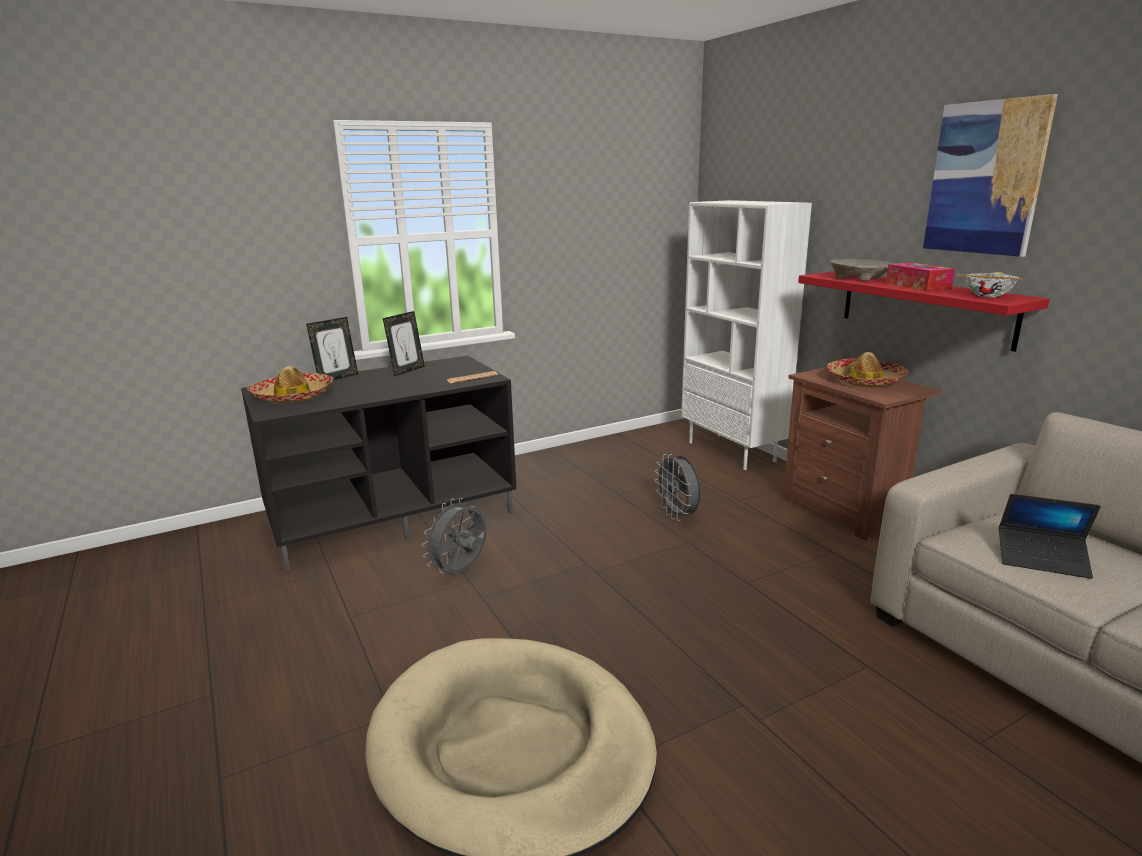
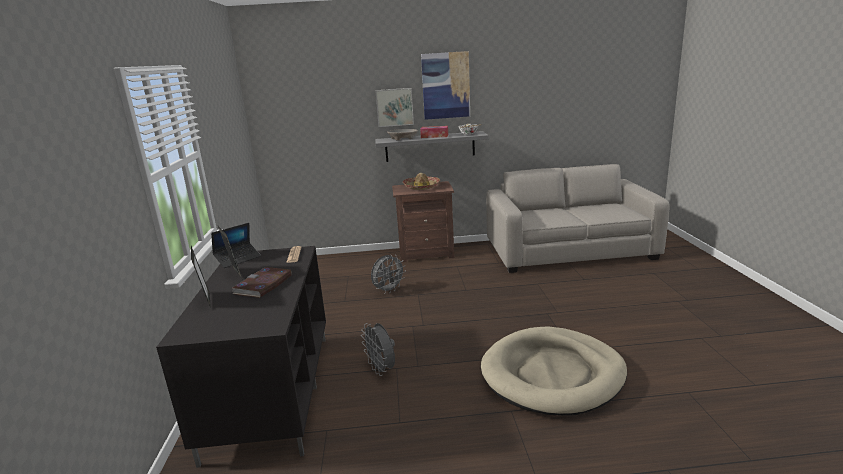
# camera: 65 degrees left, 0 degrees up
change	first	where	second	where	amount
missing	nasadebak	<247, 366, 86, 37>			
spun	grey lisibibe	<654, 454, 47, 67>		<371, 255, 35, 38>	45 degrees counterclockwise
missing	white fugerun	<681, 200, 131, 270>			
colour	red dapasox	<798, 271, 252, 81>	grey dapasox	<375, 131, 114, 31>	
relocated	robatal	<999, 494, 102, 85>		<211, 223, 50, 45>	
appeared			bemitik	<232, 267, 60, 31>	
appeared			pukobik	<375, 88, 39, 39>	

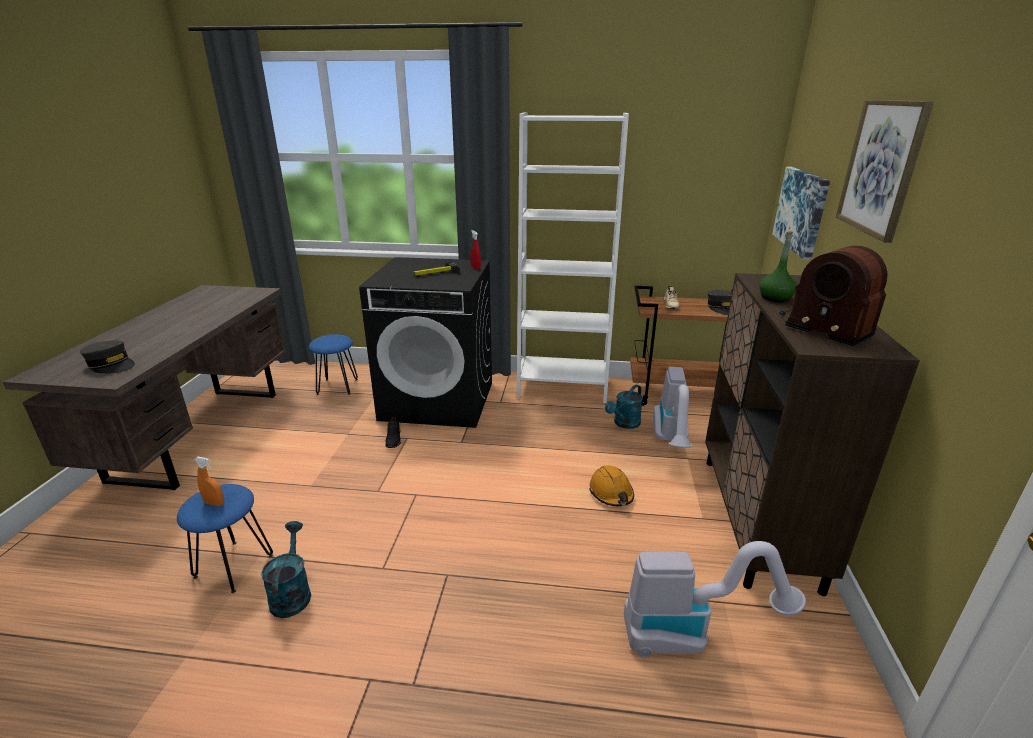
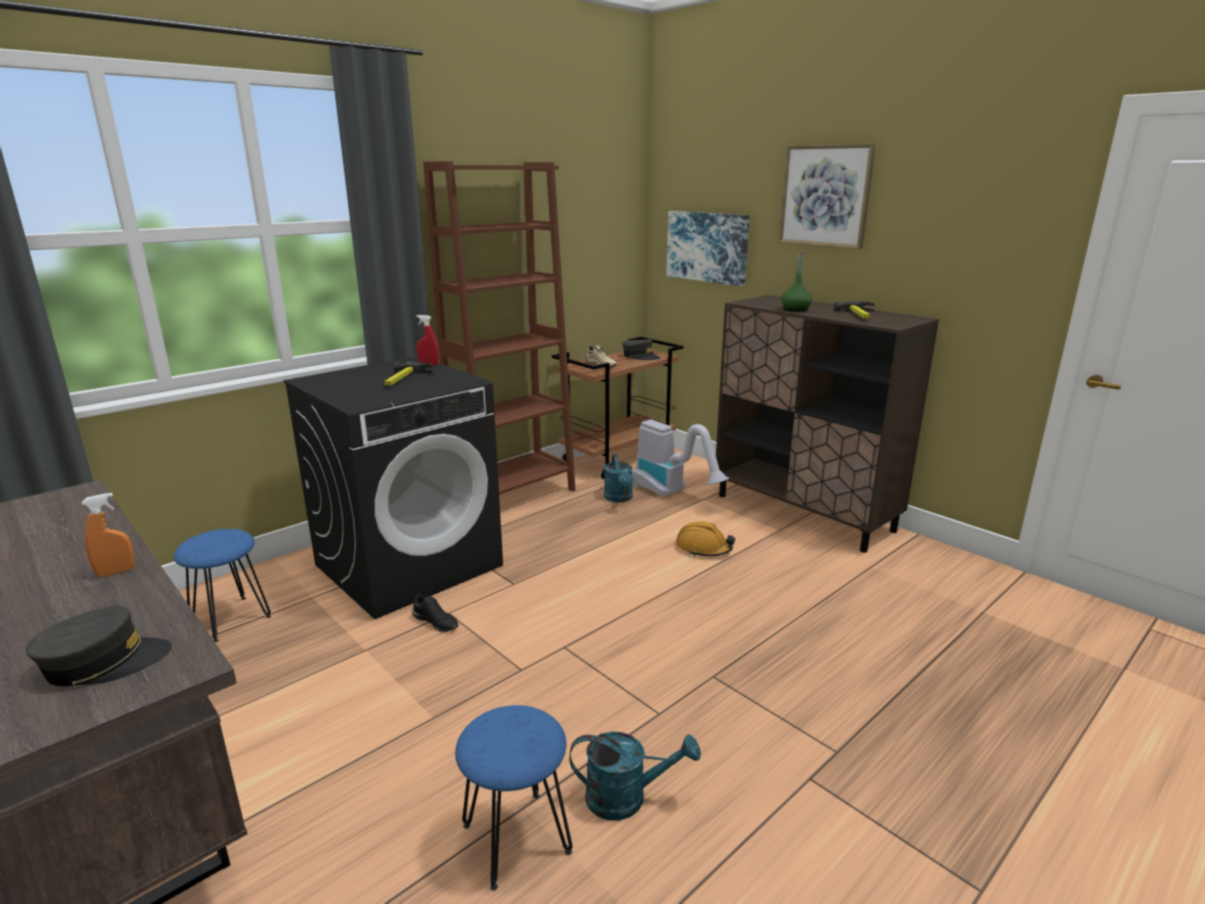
# camera: 50 degrees left, 5 degrees down
change	first	where	second	where	amount
relocated	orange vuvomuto	<194, 457, 30, 49>		<82, 493, 53, 84>	
spun	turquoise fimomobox	<261, 521, 50, 97>		<569, 731, 132, 90>	150 degrees clockwise
colour	white fugerun	<517, 112, 112, 291>	brown fugerun	<423, 161, 153, 334>	
missing	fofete	<624, 541, 182, 117>			
exchanged	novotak	<779, 246, 108, 100>	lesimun	<834, 301, 41, 18>	

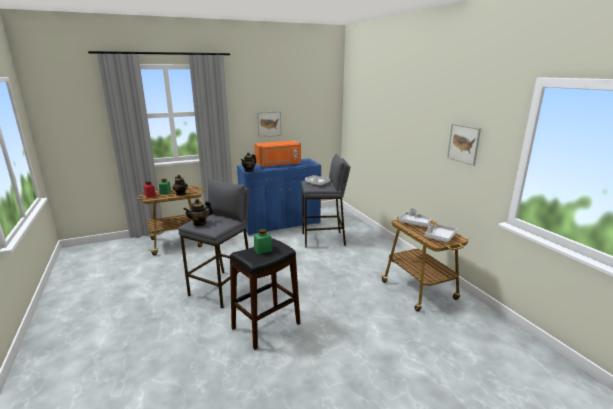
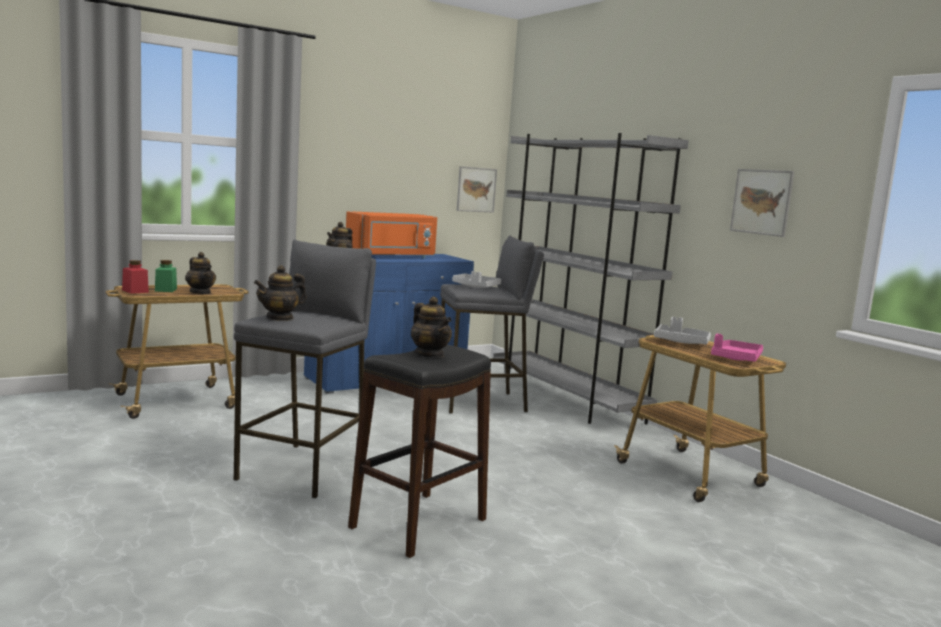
# camera: 10 degrees left, 10 degrees down
change	first	where	second	where	amount
exchanged	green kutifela	<254, 229, 19, 25>	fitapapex	<411, 296, 41, 62>	
relocated	pukobik	<257, 111, 24, 26>		<457, 166, 40, 47>	
colour	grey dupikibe	<425, 224, 32, 18>	pink dupikibe	<711, 334, 52, 28>	
appeared			grey fugerun	<493, 133, 196, 292>	

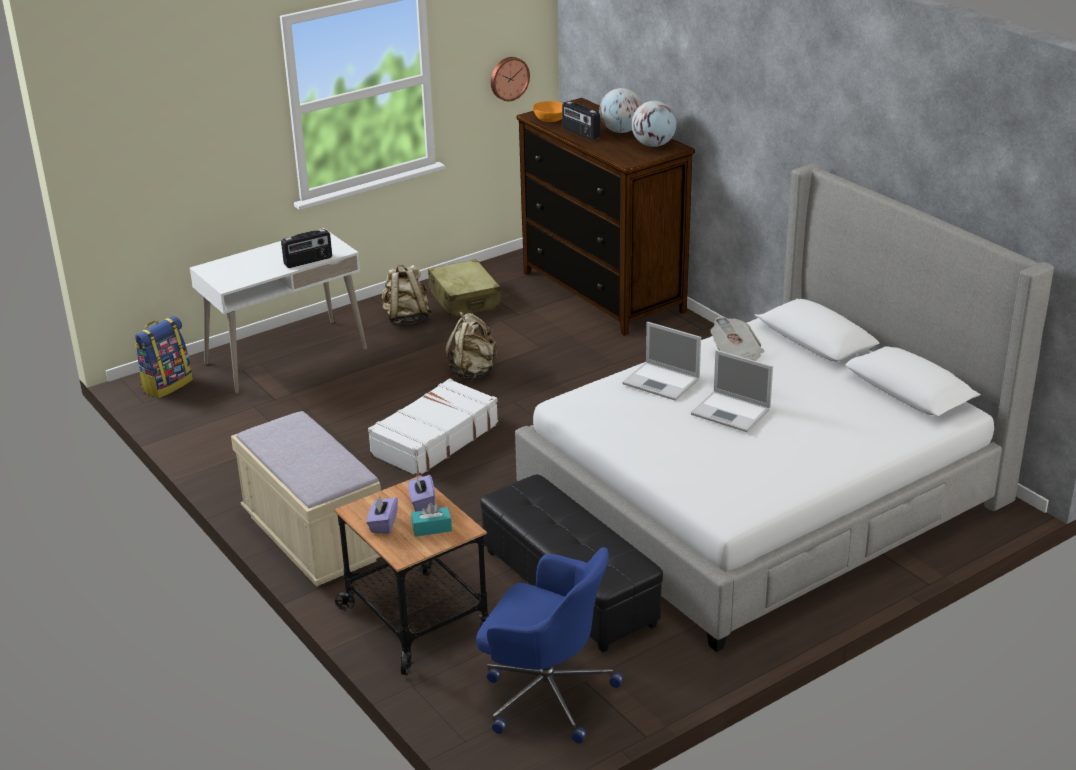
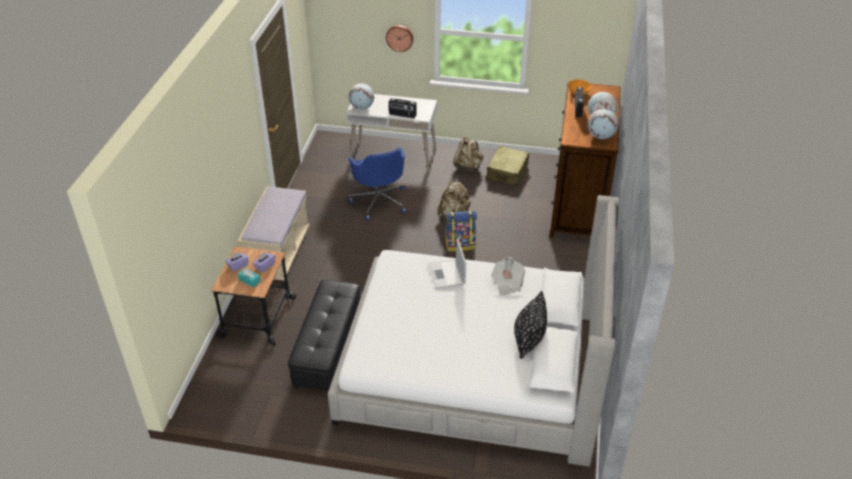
# camera: 45 degrees right, 10 degrees up
change	first	where	second	where	amount
relocated	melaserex	<135, 316, 58, 82>		<445, 209, 32, 43>	
missing	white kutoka	<368, 378, 131, 98>			
relocated	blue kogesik	<476, 547, 148, 196>		<348, 148, 59, 73>	
relocated	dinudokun	<491, 57, 39, 44>		<386, 25, 27, 27>	
missing	robatal	<691, 350, 82, 82>			
appeared			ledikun	<348, 83, 26, 27>	
appeared			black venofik	<514, 291, 33, 68>	

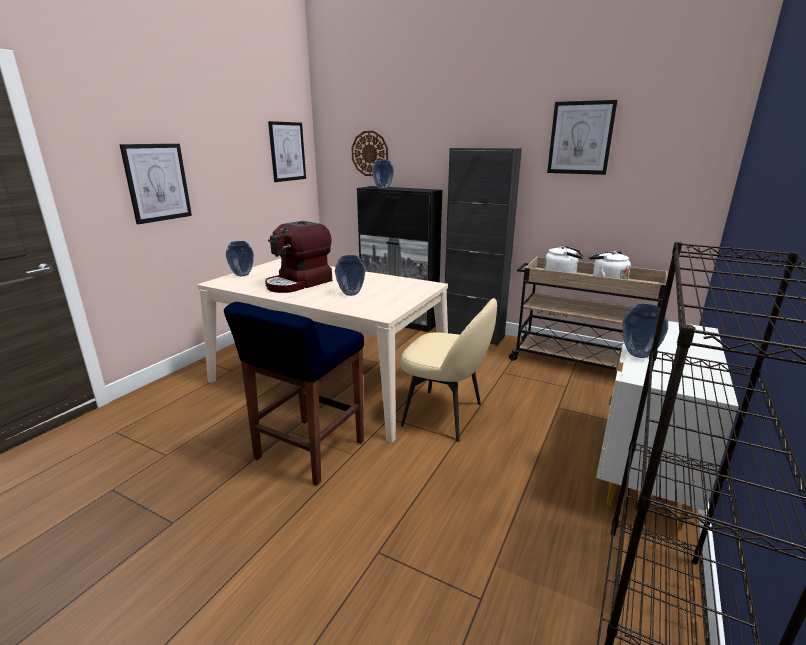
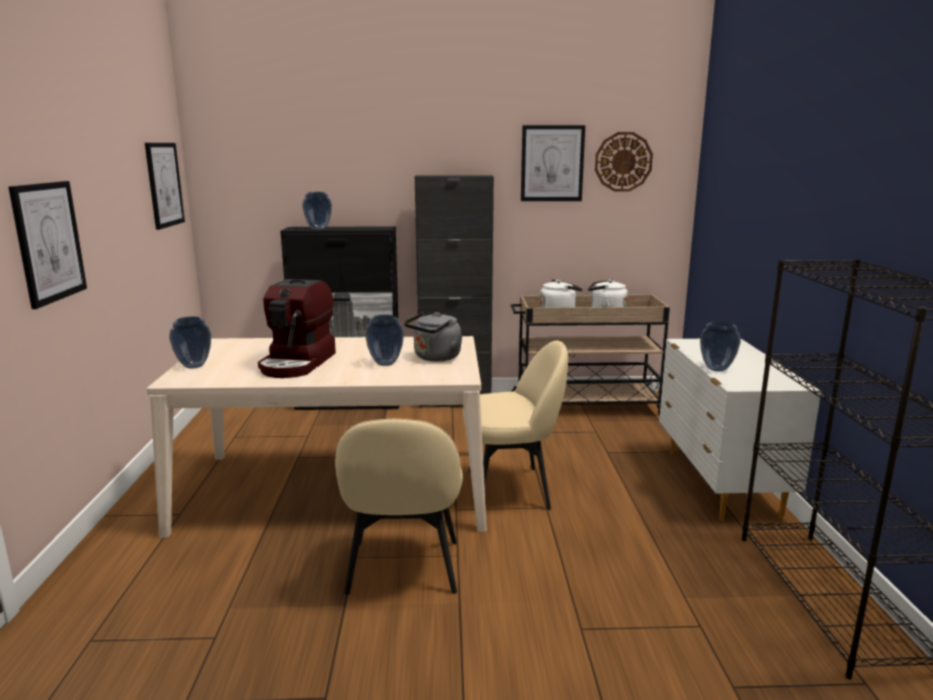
# camera: 30 degrees left, 5 degrees down
change	first	where	second	where	amount
exchanged	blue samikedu	<224, 302, 140, 184>	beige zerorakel	<335, 419, 128, 176>	
relocated	dinudokun	<351, 131, 37, 45>		<595, 132, 58, 60>	
appeared			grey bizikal	<404, 312, 59, 50>	

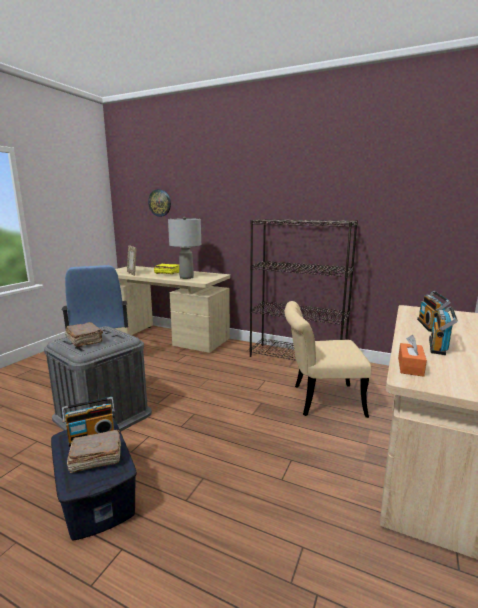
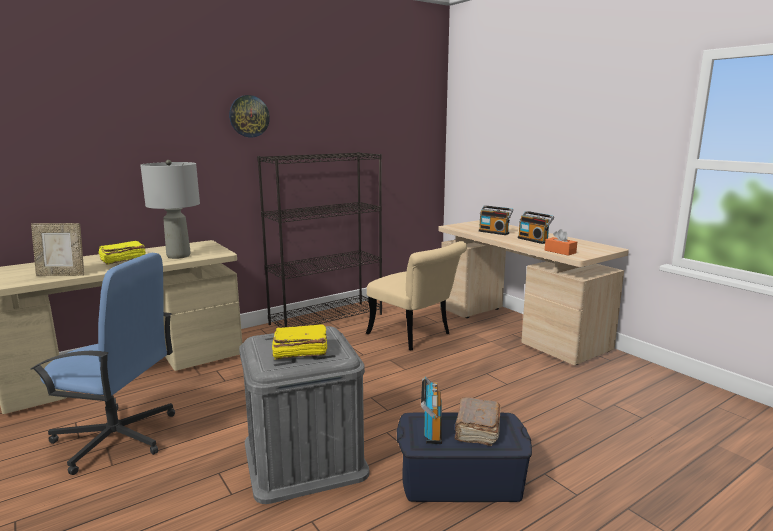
# camera: 60 degrees left, 0 degrees up
change	first	where	second	where	amount
colour	brown bemitik	<65, 322, 38, 25>	yellow bemitik	<272, 324, 55, 36>	
relocated	dinudokun	<148, 189, 23, 28>		<229, 95, 41, 42>	
spun	beige zerorakel	<284, 301, 87, 117>		<366, 241, 101, 109>	75 degrees counterclockwise

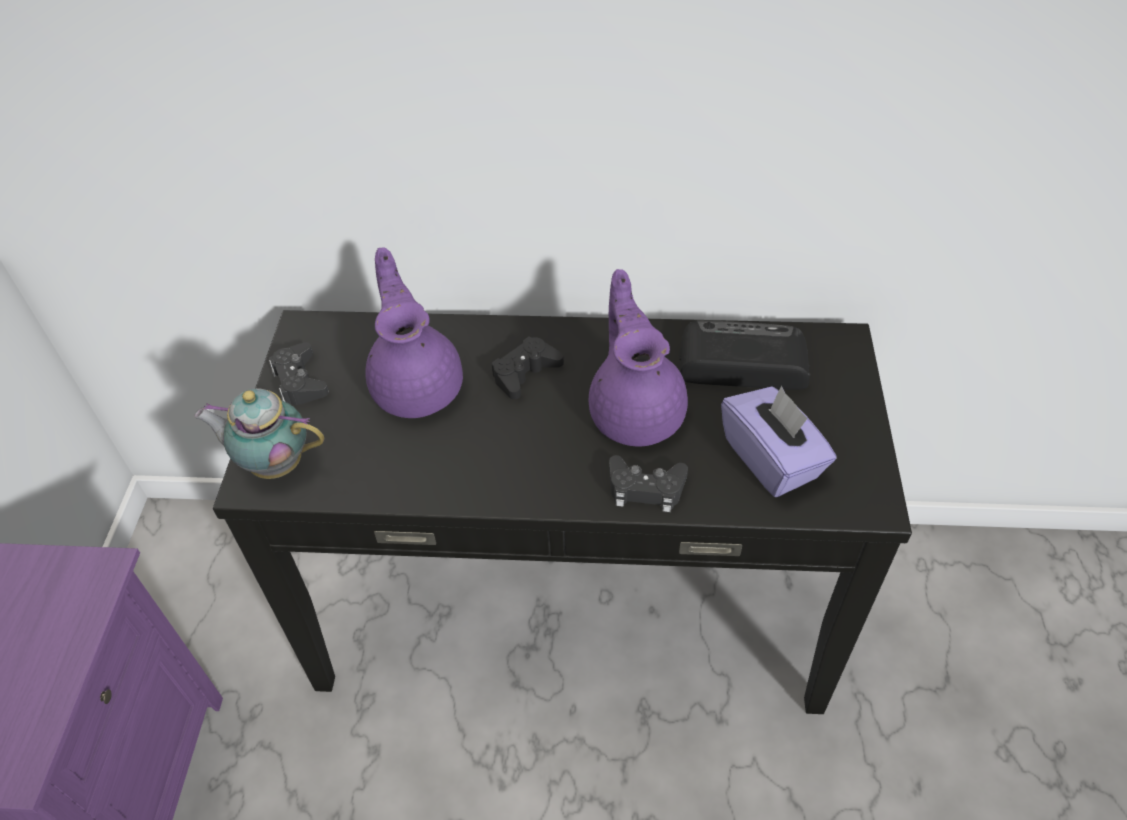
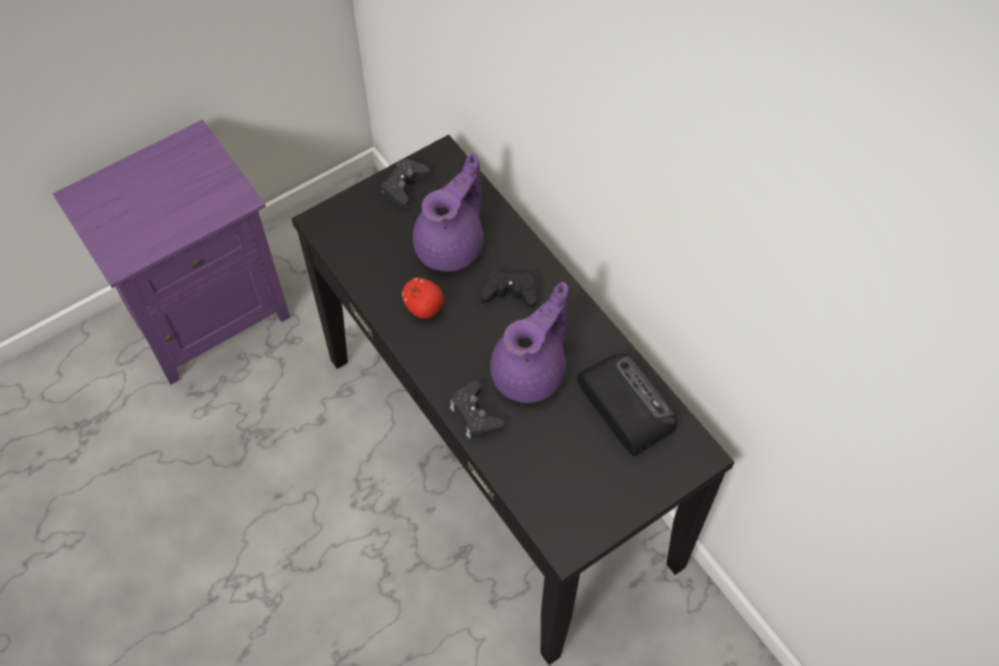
# camera: 50 degrees right, 10 degrees up
change	first	where	second	where	amount
missing	fitapapex	<194, 388, 130, 91>			
missing	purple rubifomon	<721, 385, 115, 112>			
appeared			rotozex	<402, 278, 42, 41>	

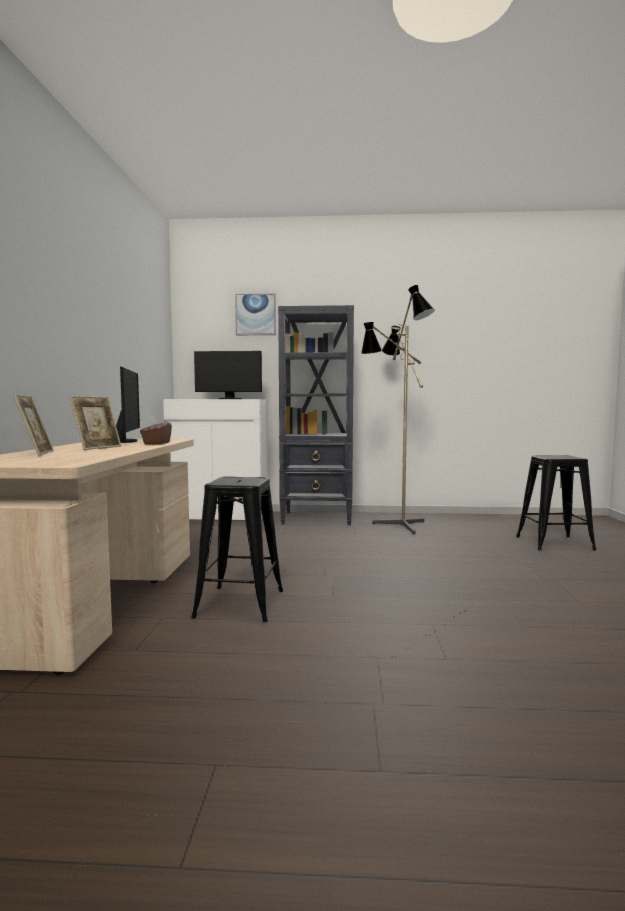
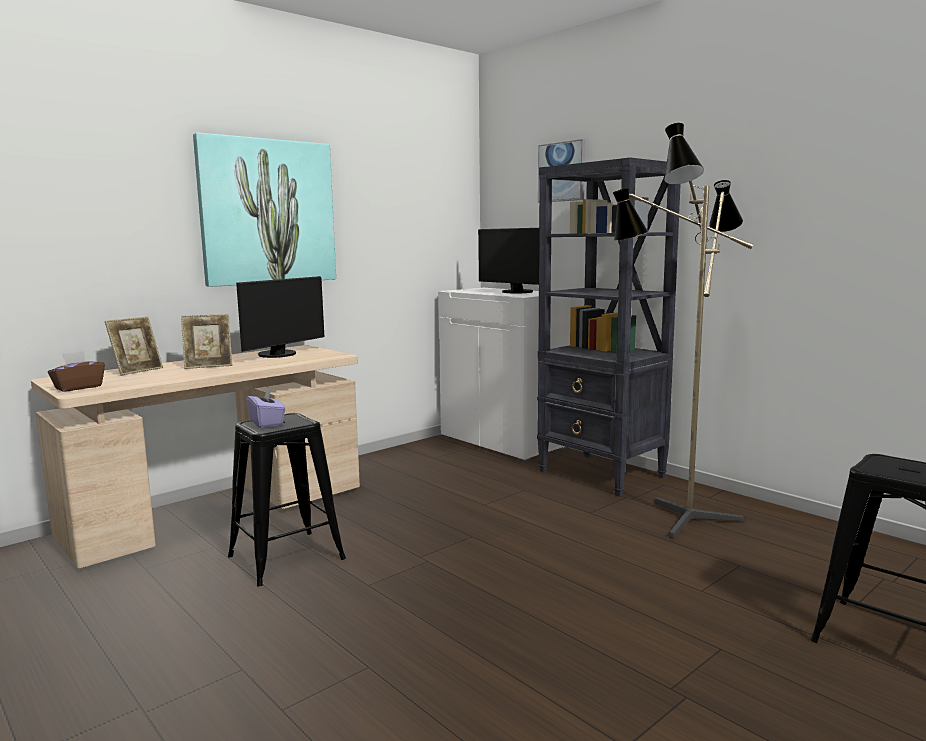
# camera: 45 degrees right, 5 degrees up
change	first	where	second	where	amount
relocated	brown rubifomon	<140, 416, 32, 28>		<48, 351, 57, 41>	
appeared			pukobik	<193, 132, 143, 155>	
appeared			purple rubifomon	<246, 387, 40, 41>	

